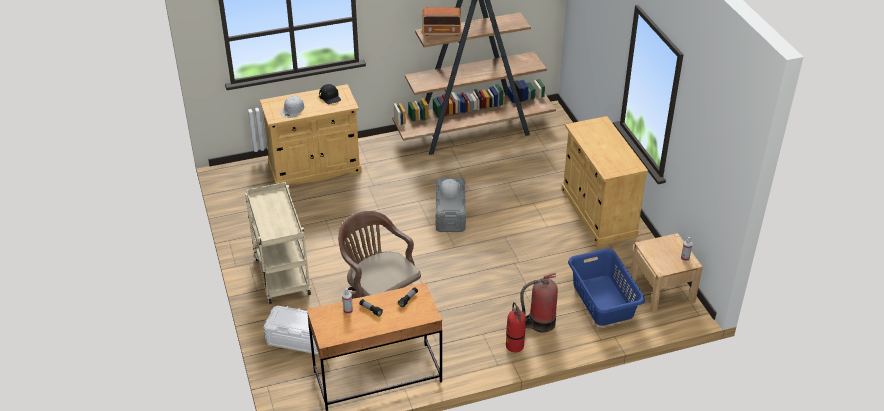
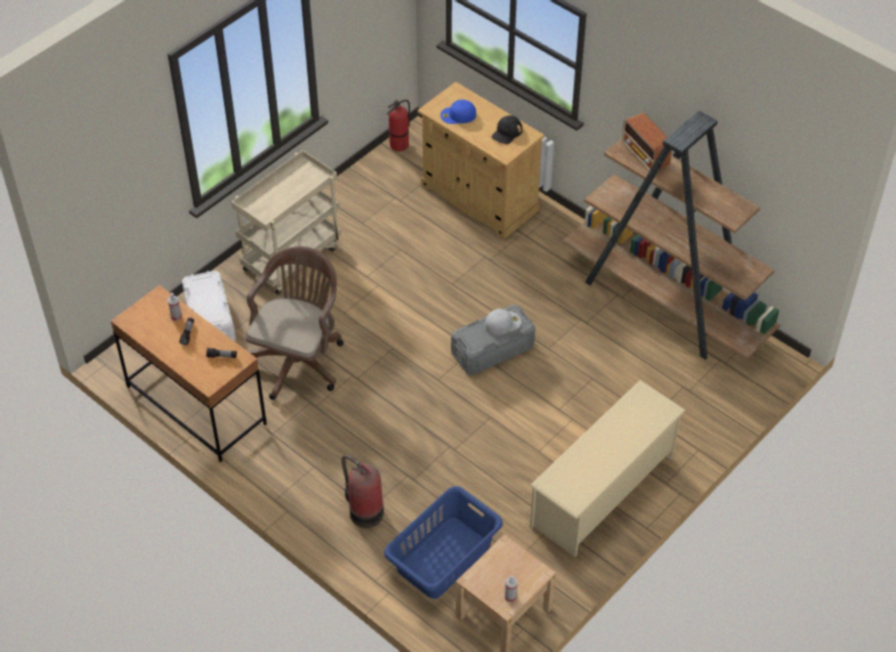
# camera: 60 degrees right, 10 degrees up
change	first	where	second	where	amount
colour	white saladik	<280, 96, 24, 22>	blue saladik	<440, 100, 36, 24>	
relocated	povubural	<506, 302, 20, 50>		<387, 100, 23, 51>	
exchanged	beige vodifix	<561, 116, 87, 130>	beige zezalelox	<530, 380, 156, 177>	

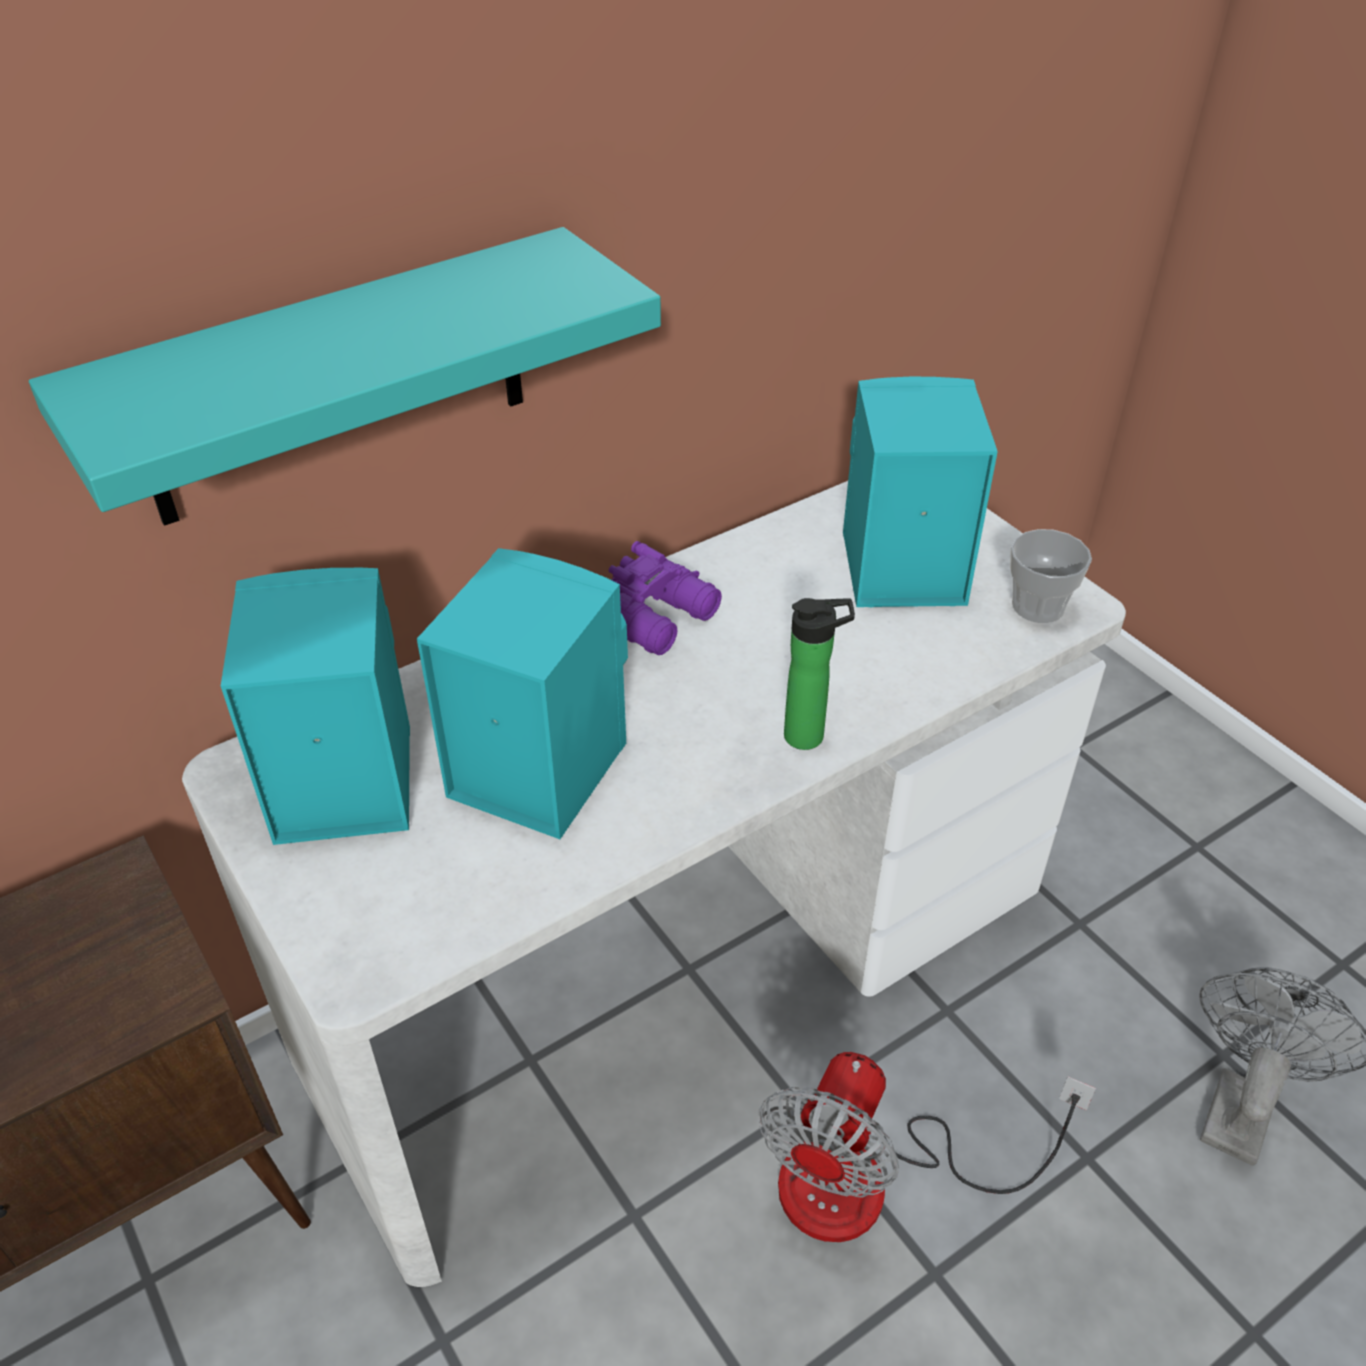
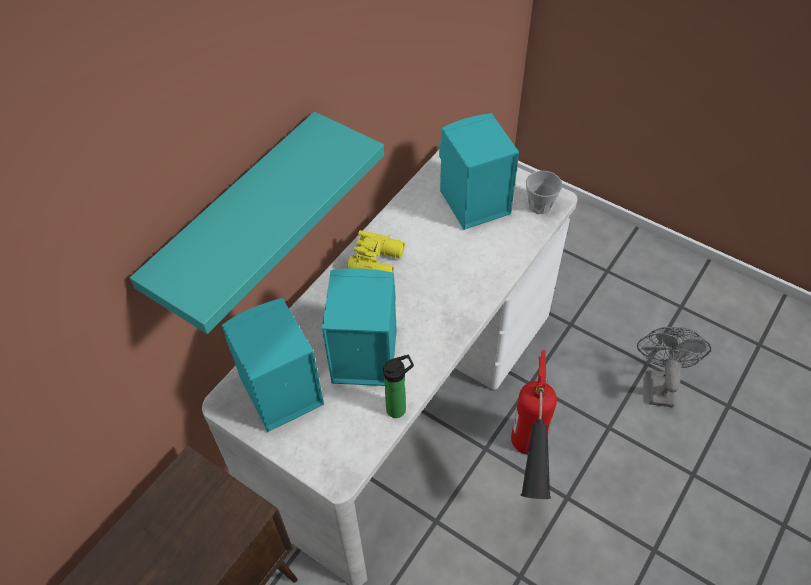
# camera: 20 degrees left, 10 degrees up
change	first	where	second	where	amount
colour	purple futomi	<609, 541, 113, 114>	yellow futomi	<347, 230, 58, 43>	
exchanged	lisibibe	<758, 1052, 338, 190>	povubural	<511, 350, 46, 149>	
relocated	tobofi	<784, 598, 71, 152>		<383, 355, 31, 63>	

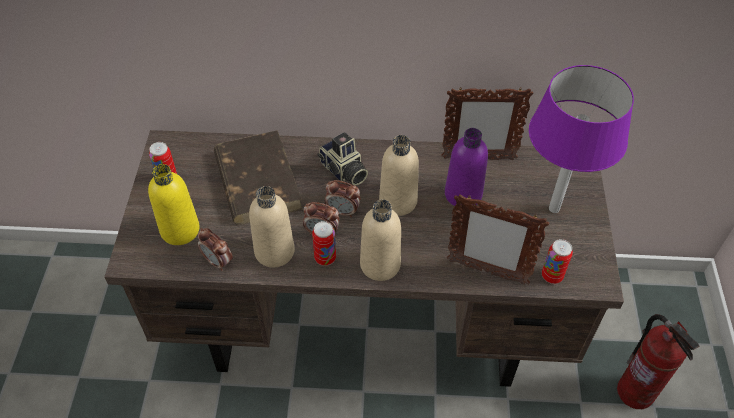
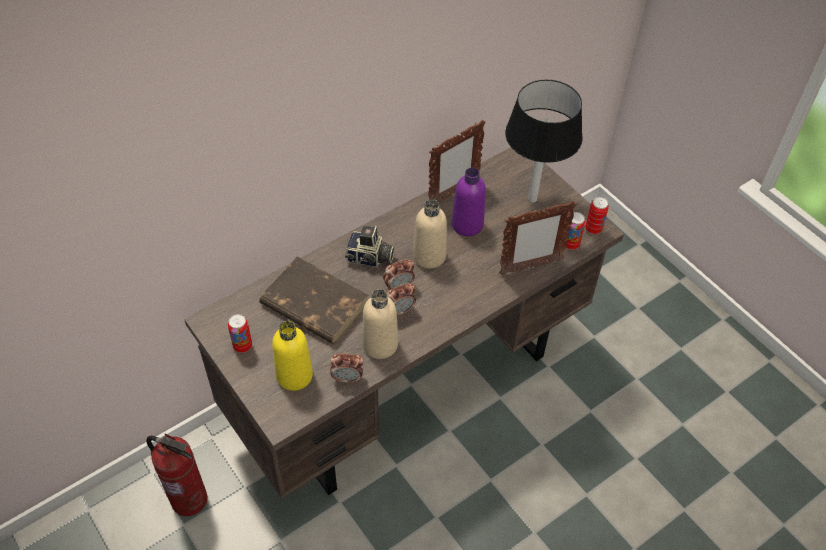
# camera: 40 degrees left, 0 degrees up
change	first	where	second	where	amount
relocated	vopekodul	<312, 221, 24, 45>		<585, 197, 24, 37>	
missing	beige tobofi	<360, 200, 41, 81>			
colour	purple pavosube	<529, 65, 105, 148>	black pavosube	<505, 80, 78, 123>	
relocated	povubural	<617, 314, 83, 95>		<146, 434, 62, 82>	

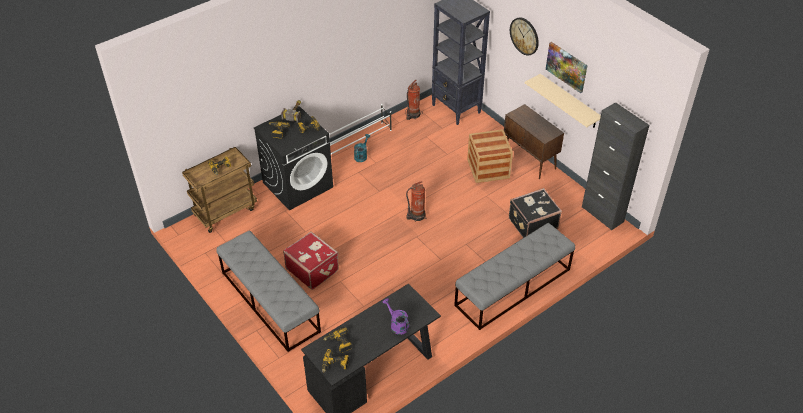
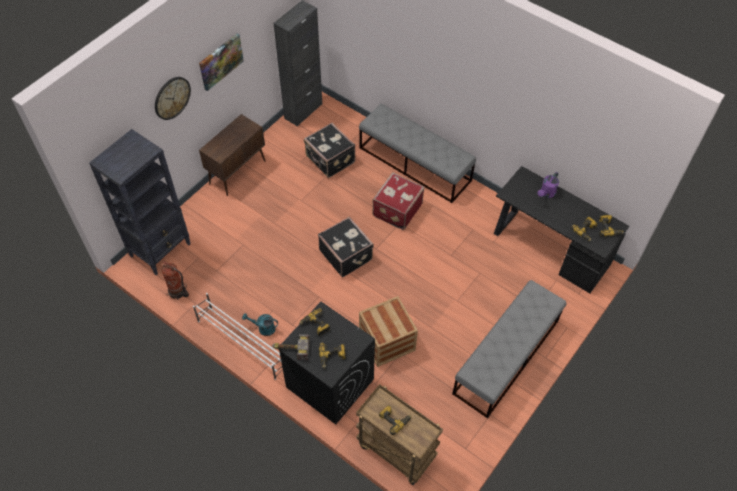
# camera: 105 degrees left, 10 degrees up
change	first	where	second	where	amount
relocated	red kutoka	<283, 231, 56, 59>		<372, 172, 53, 58>	
exchanged	povubural	<406, 181, 20, 41>	black kutoka	<318, 217, 56, 60>	
relocated	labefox	<467, 129, 46, 54>		<359, 296, 59, 71>	
missing	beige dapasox	<525, 74, 76, 54>			

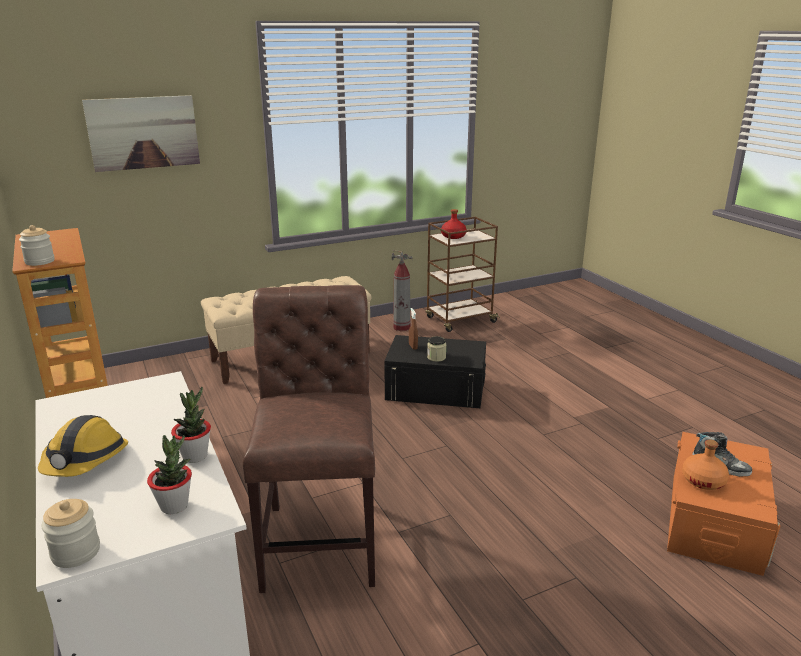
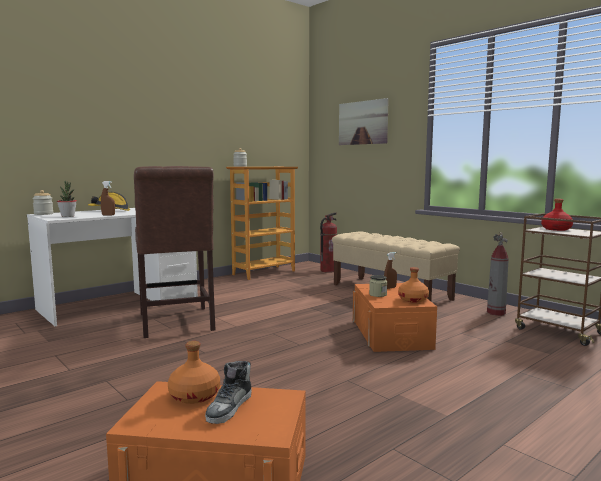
# camera: 75 degrees right, 15 degrees down
change	first	where	second	where	amount
exchanged	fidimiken	<171, 387, 40, 76>	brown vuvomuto	<101, 181, 14, 35>	
spun	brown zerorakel	<243, 285, 132, 308>		<134, 166, 82, 172>	90 degrees clockwise
colour	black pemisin	<384, 335, 102, 73>	orange pemisin	<353, 283, 84, 69>	
appeared			povubural	<320, 212, 17, 61>	
appeared			orange tobofi	<398, 267, 31, 35>	

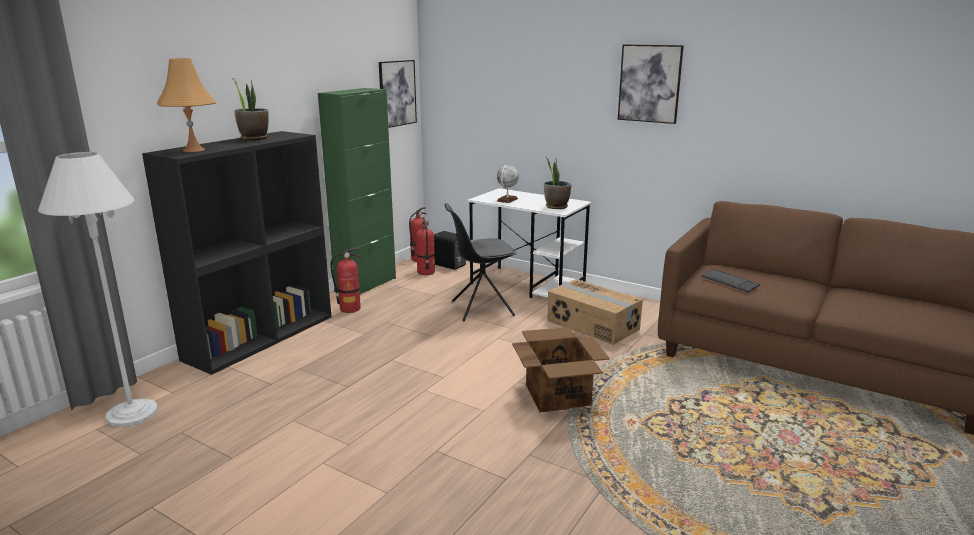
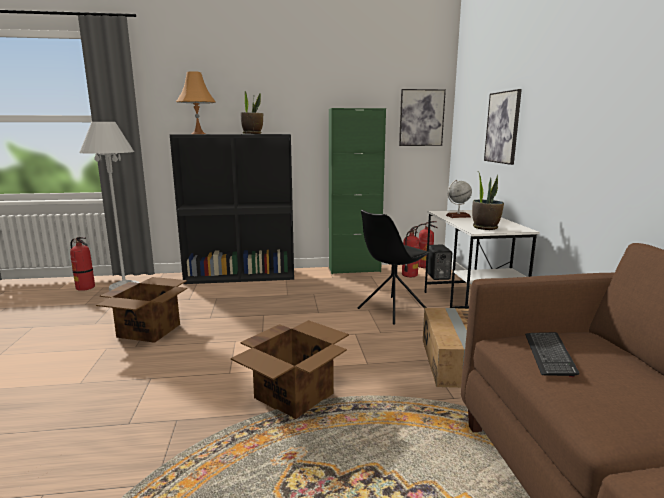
# camera: 50 degrees right, 5 degrees down
change	first	where	second	where	amount
relocated	povubural	<330, 248, 32, 65>		<70, 237, 25, 54>	
spun	black zerorakel	<445, 203, 71, 119>		<358, 210, 72, 115>	75 degrees counterclockwise
relocated	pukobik	<618, 44, 66, 80>		<484, 89, 38, 76>	
appeared			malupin	<96, 277, 91, 66>	

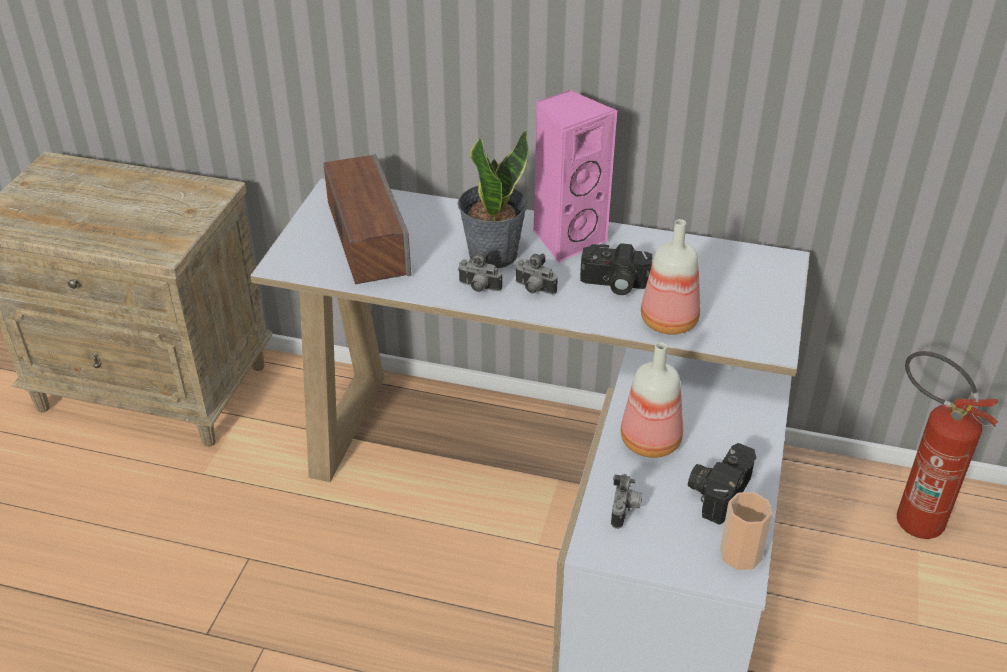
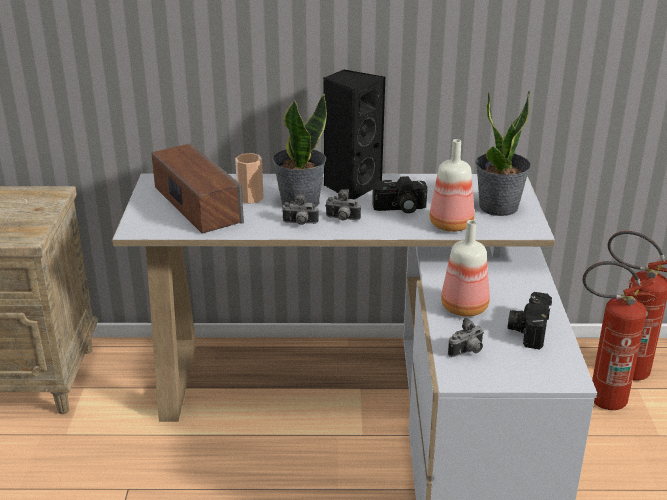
# camera: 15 degrees left, 10 degrees down
change	first	where	second	where	amount
colour	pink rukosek	<533, 89, 84, 173>	black rukosek	<323, 69, 62, 131>	
spun	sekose	<611, 474, 31, 55>		<448, 317, 36, 40>	60 degrees clockwise
relocated	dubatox	<720, 492, 53, 78>		<235, 153, 29, 51>	
appeared			fidimiken	<476, 91, 55, 125>	
appeared			povubural	<582, 261, 75, 149>	

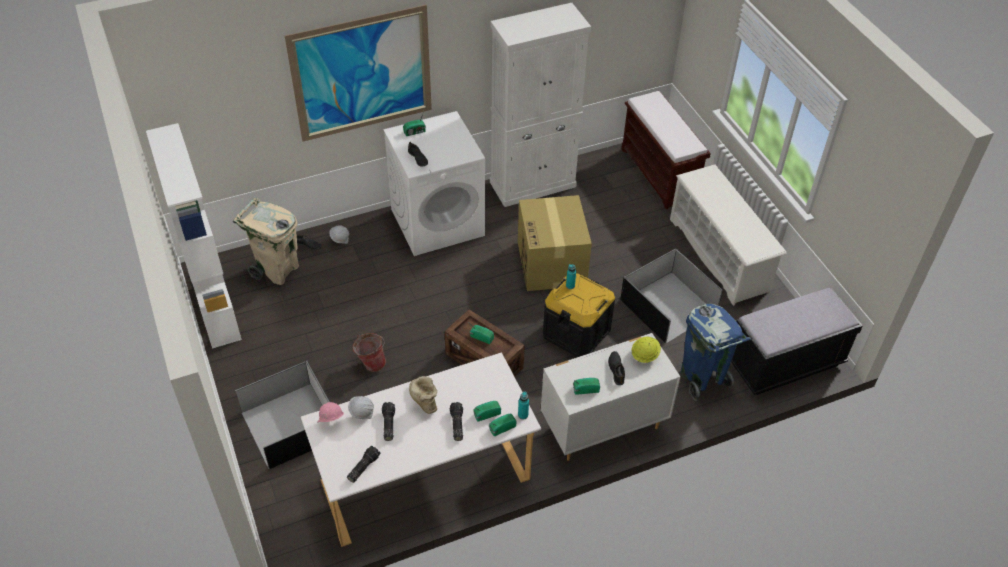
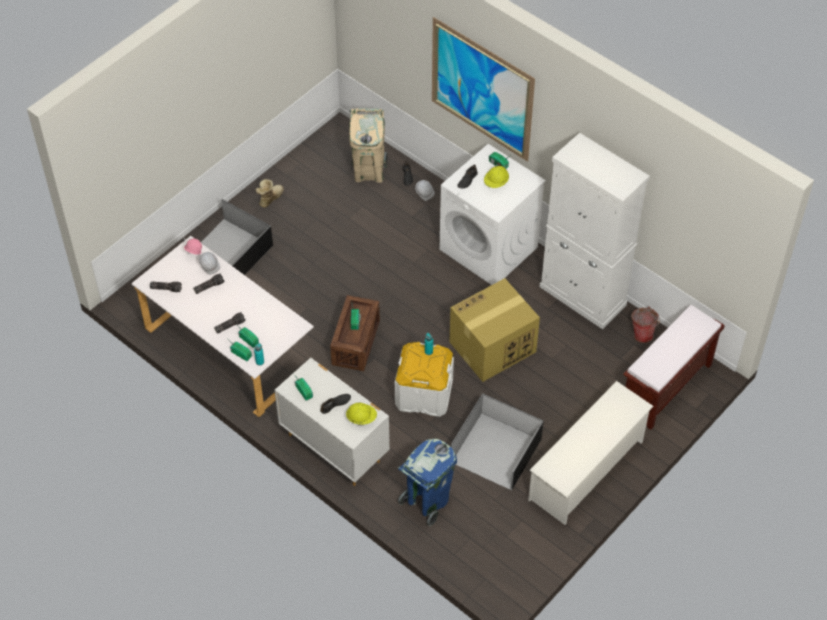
# camera: 65 degrees right, 5 degrees up
change	first	where	second	where	amount
missing	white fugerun	<146, 123, 96, 226>			
relocated	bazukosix	<352, 333, 34, 39>		<631, 306, 29, 37>	
relocated	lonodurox	<409, 376, 28, 38>		<255, 179, 29, 29>	
colour	black pemisin	<543, 273, 72, 84>	white pemisin	<395, 342, 59, 75>	
missing	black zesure	<731, 288, 132, 107>			
appeared			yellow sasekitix	<484, 166, 25, 22>	

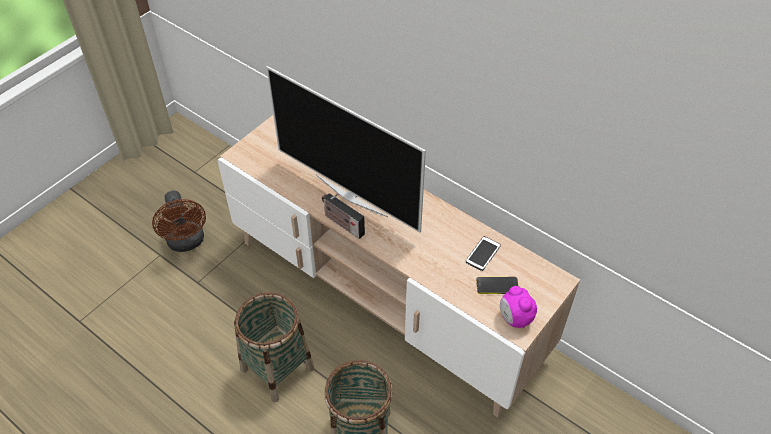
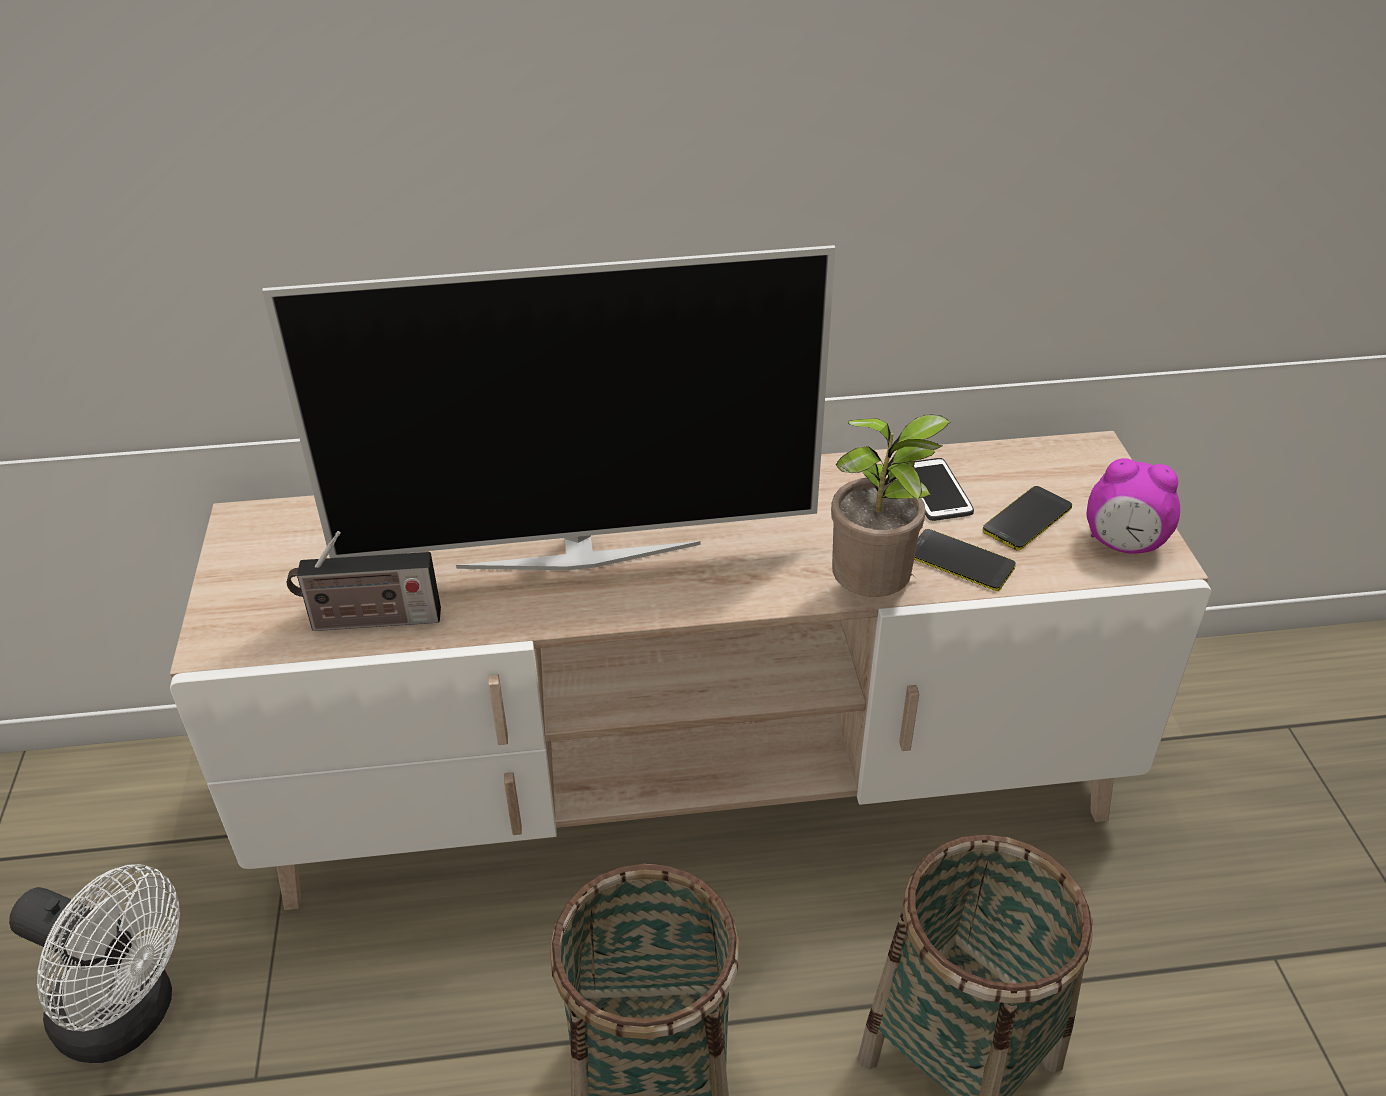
# camera: 45 degrees left, 10 degrees down
change	first	where	second	where	amount
colour	brown lisibibe	<152, 191, 54, 61>	white lisibibe	<9, 864, 171, 199>	
relocated	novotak	<322, 193, 43, 46>		<287, 531, 154, 100>	
appeared			fidimiken	<831, 415, 120, 182>	
appeared			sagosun	<914, 529, 102, 62>	

